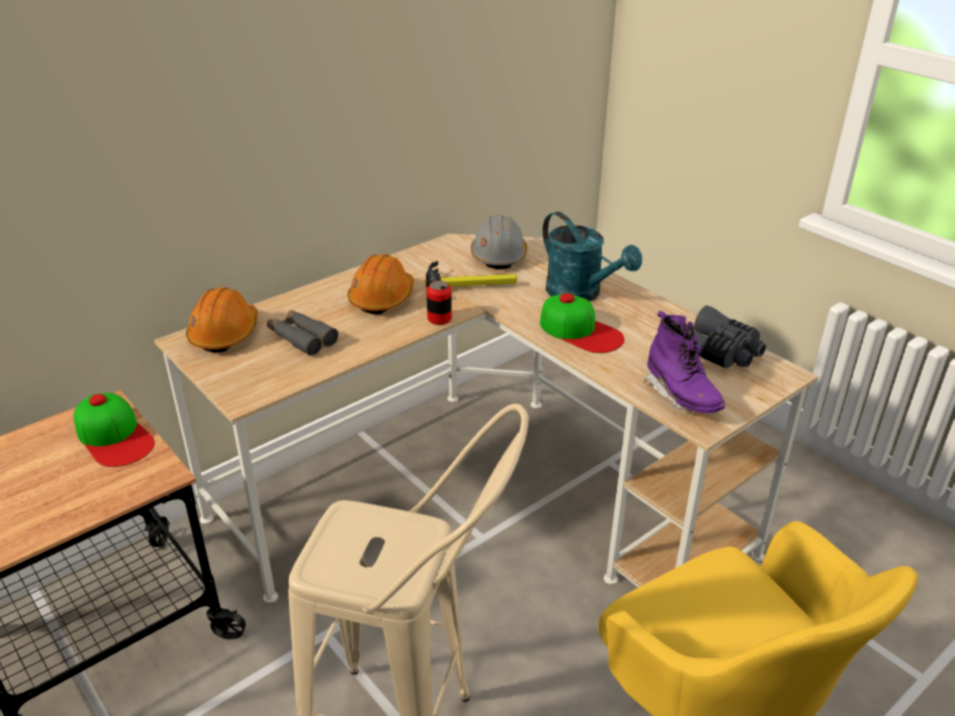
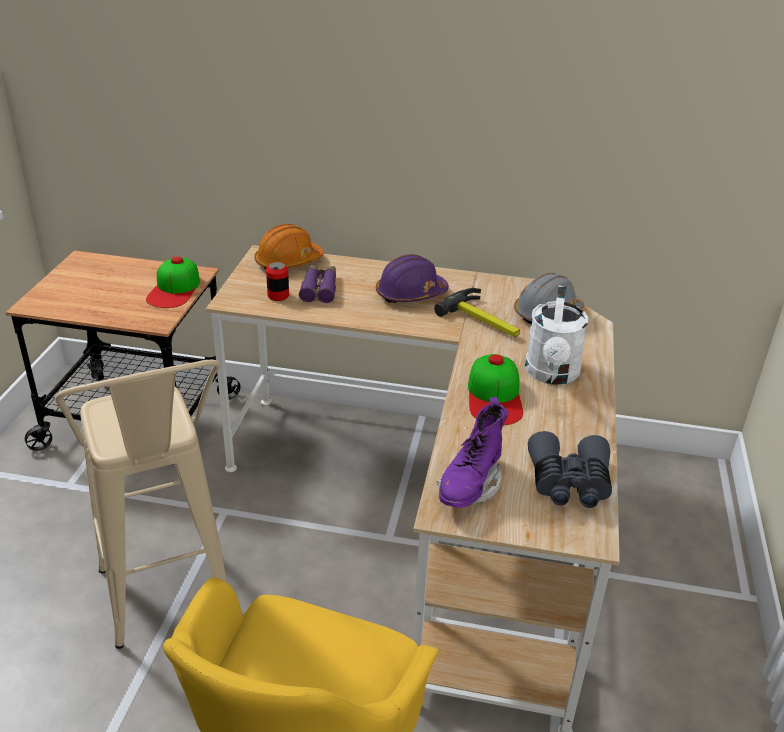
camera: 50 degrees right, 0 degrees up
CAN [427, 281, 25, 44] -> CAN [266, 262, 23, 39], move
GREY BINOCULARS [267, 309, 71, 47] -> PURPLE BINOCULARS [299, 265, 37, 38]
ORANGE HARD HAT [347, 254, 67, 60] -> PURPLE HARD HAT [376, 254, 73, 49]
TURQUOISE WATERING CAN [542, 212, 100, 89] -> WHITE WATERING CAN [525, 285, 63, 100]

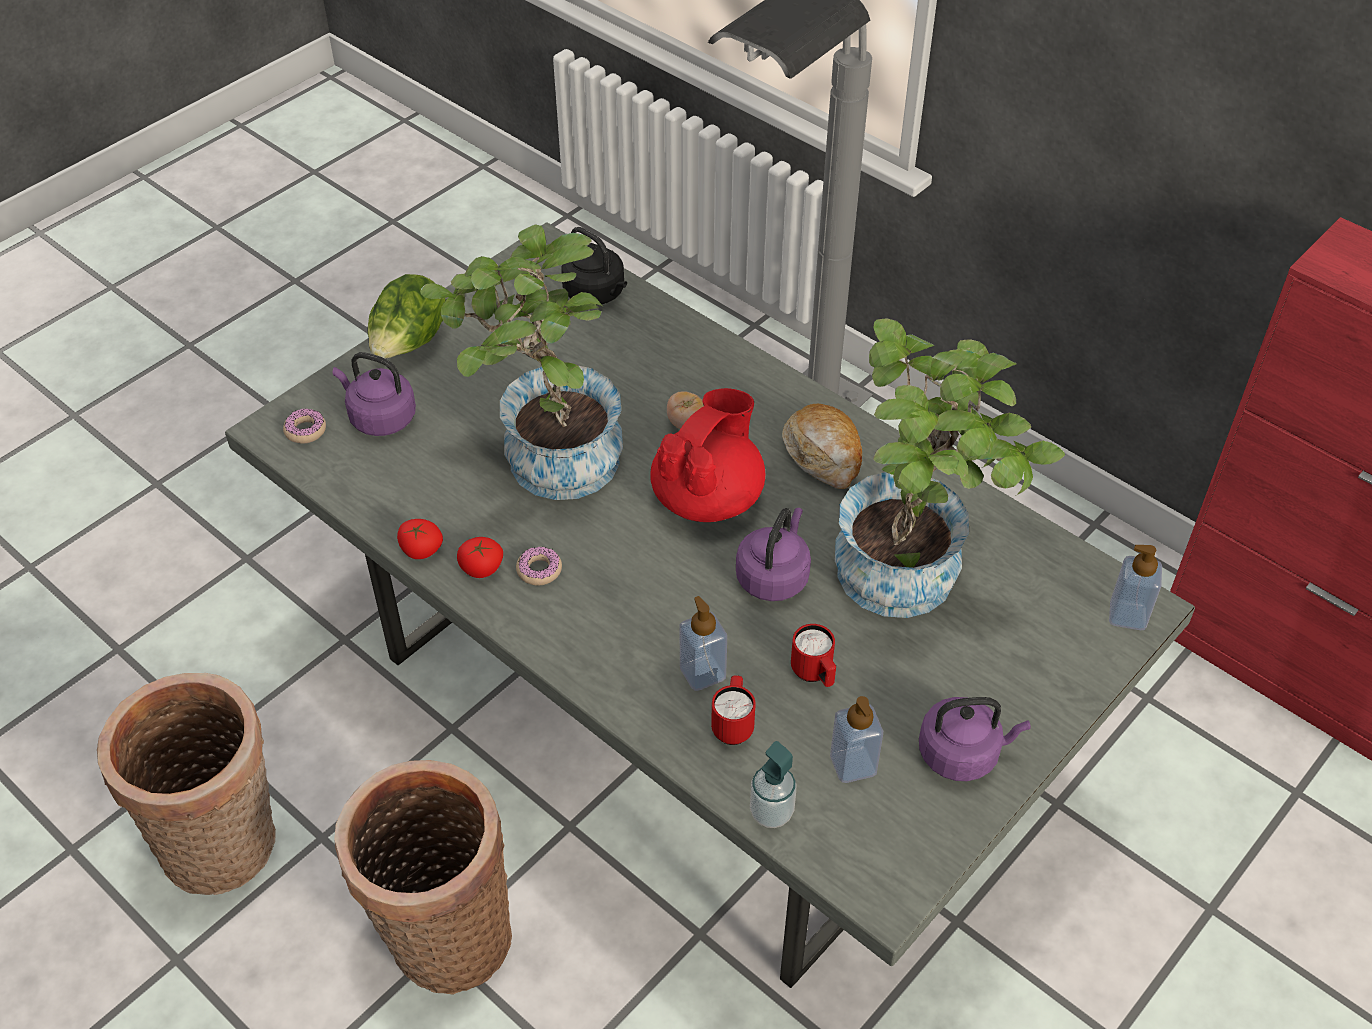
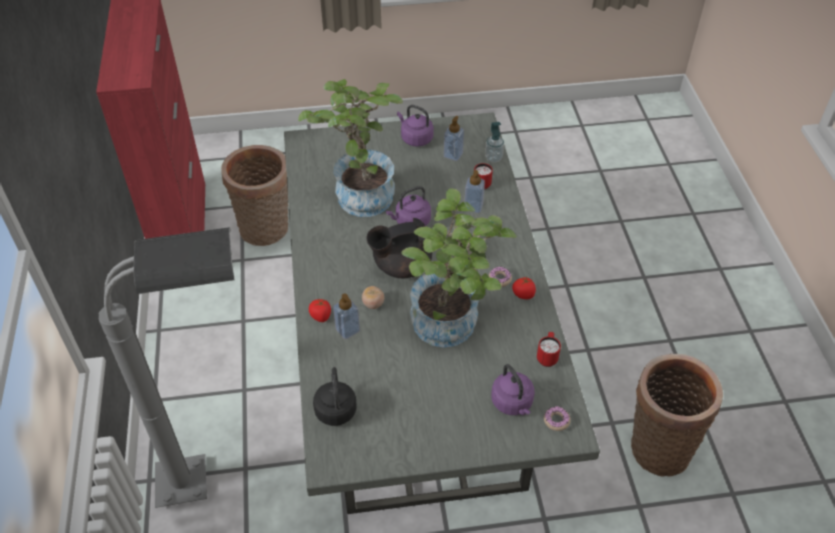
camera: 140 degrees left, 0 degrees up
BASKET [334, 760, 178, 235] -> BASKET [221, 145, 67, 101], move
TOMATO [397, 519, 46, 40] -> TOMATO [309, 299, 22, 23], move
SOAP DISPENSER [1109, 545, 53, 85] -> SOAP DISPENSER [333, 294, 27, 45], move
RED TEAPOT [650, 388, 115, 134] -> BLACK TEAPOT [366, 218, 66, 60]
RED MUG [791, 624, 45, 63] -> RED MUG [537, 332, 24, 35], move
LETTUCE [368, 274, 78, 85] -> none
BREAD [782, 404, 80, 85] -> none

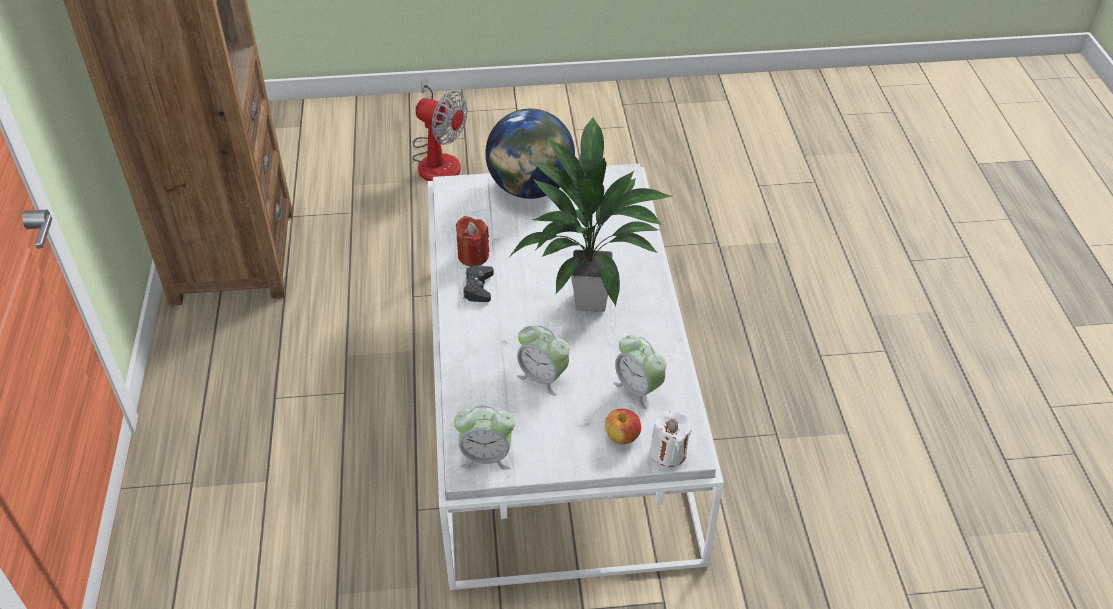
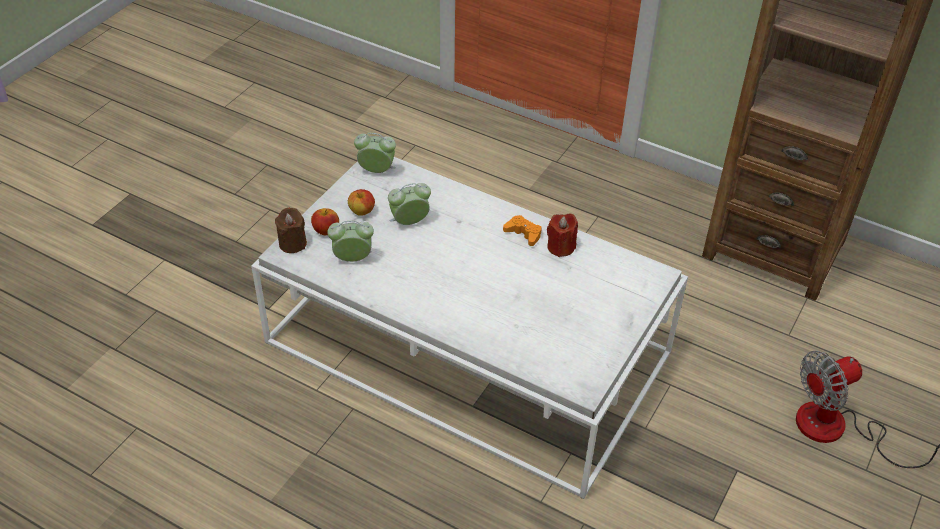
camera: 125 degrees right, 0 degrees up
WHITE CANDLE [650, 411, 42, 56] -> BROWN CANDLE [275, 208, 32, 45]
none -> APPLE [348, 189, 27, 27]
ALARM CLOCK [454, 406, 61, 64] -> ALARM CLOCK [354, 133, 42, 40], 60 degrees clockwise
BLACK GAME CONTROLLER [463, 265, 31, 37] -> ORANGE GAME CONTROLLER [503, 215, 39, 31]
GLOBE [485, 109, 90, 90] -> none
POTTED PLANT [508, 116, 164, 196] -> none

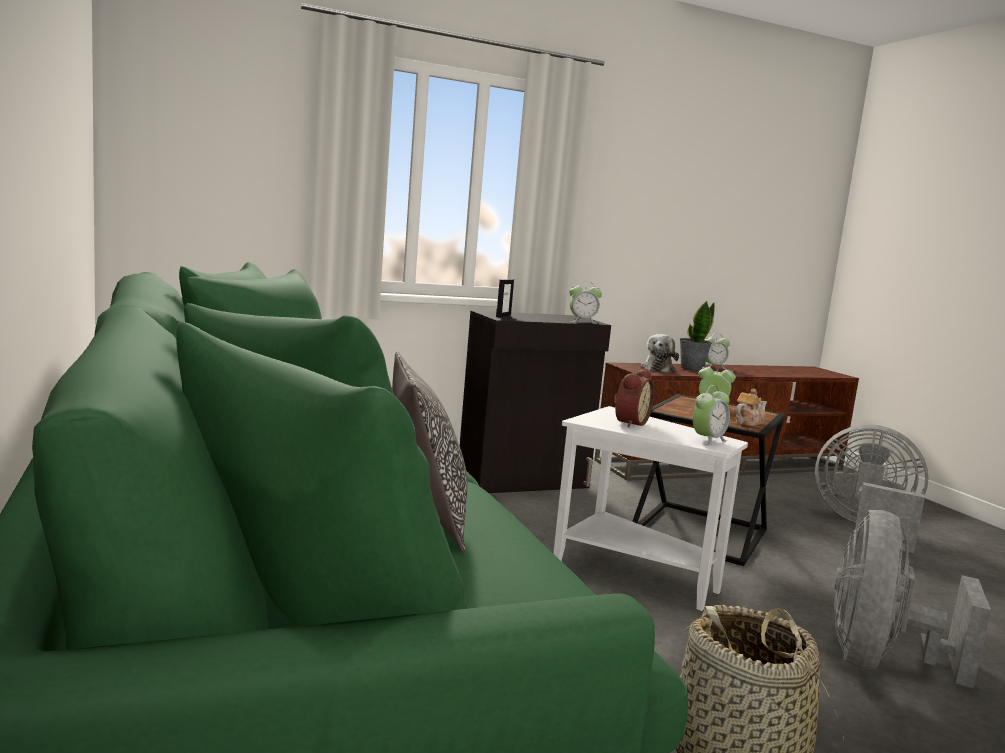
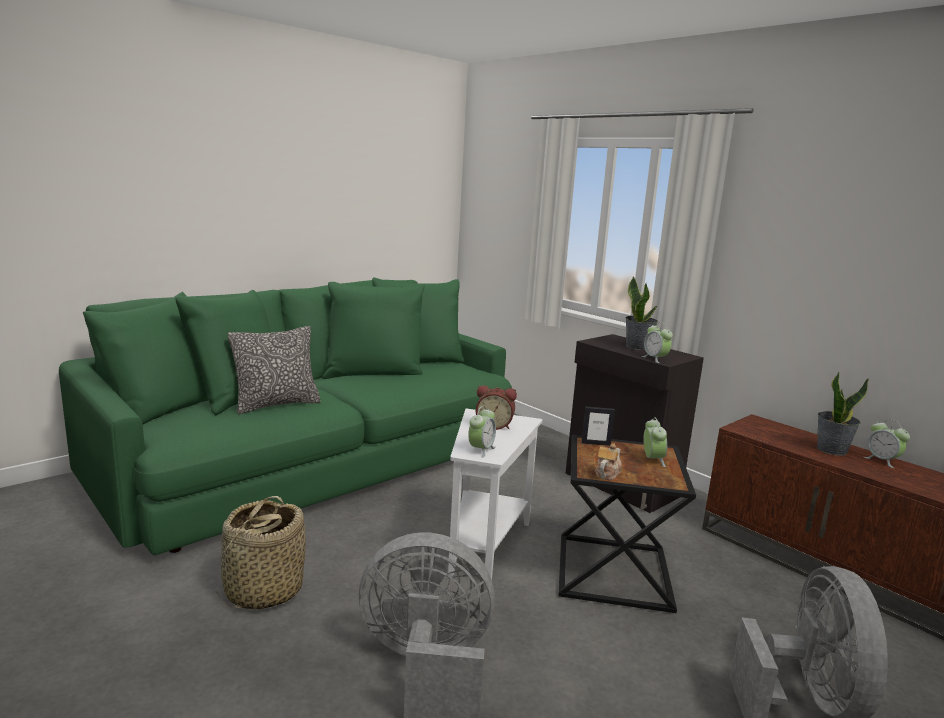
camera: 70 degrees right, 5 degrees up
ALARM CLOCK [693, 385, 37, 61] -> ALARM CLOCK [468, 406, 28, 52], 90 degrees counterclockwise
PICTURE FRAME [496, 279, 18, 39] -> PICTURE FRAME [582, 407, 33, 39], move
TEAPOT [736, 389, 31, 37] -> TEAPOT [595, 443, 27, 37], 90 degrees counterclockwise
none -> POTTED PLANT [625, 277, 33, 73]
PLUSH TOY [641, 334, 38, 39] -> none

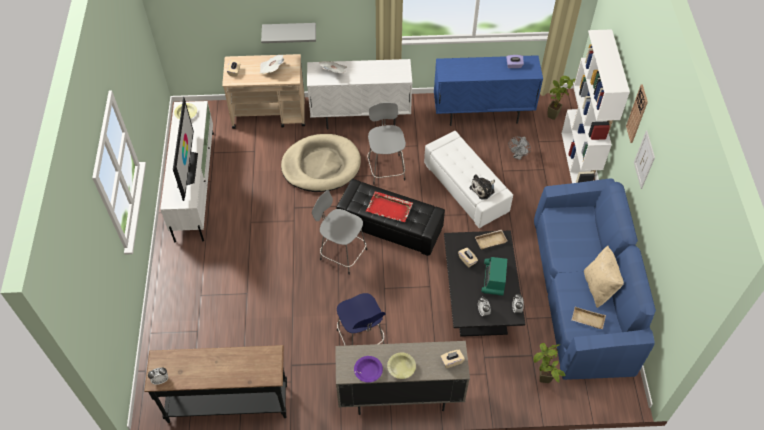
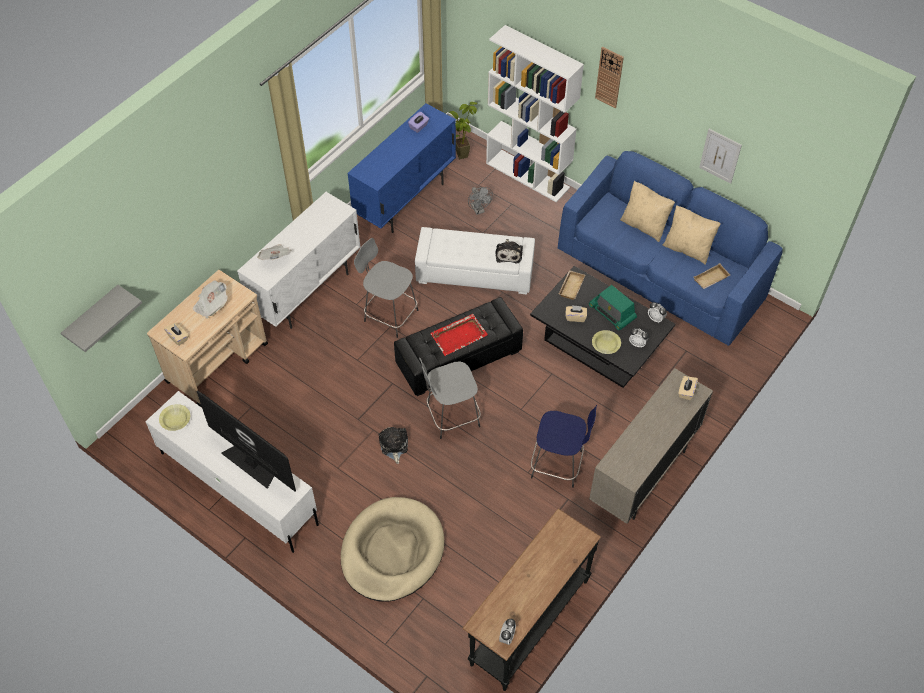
camera: 50 degrees left, 0 degrees up
GREY SHELF [261, 23, 55, 20] -> GREY SHELF [61, 285, 81, 67], move
BEIGE DOG BED [281, 134, 80, 58] -> BEIGE DOG BED [341, 497, 103, 105], move
none -> PLUSH TOY [378, 427, 30, 37]
YELLOW BOWL [387, 353, 29, 26] -> YELLOW BOWL [592, 330, 29, 24], move
none -> BEIGE PILLOW [620, 181, 55, 61]
PICTURE [634, 130, 21, 59] -> PICTURE [699, 129, 43, 55], move
PURPLE BOWL [354, 356, 29, 26] -> none
POTTED PLANT [533, 343, 32, 40] -> none

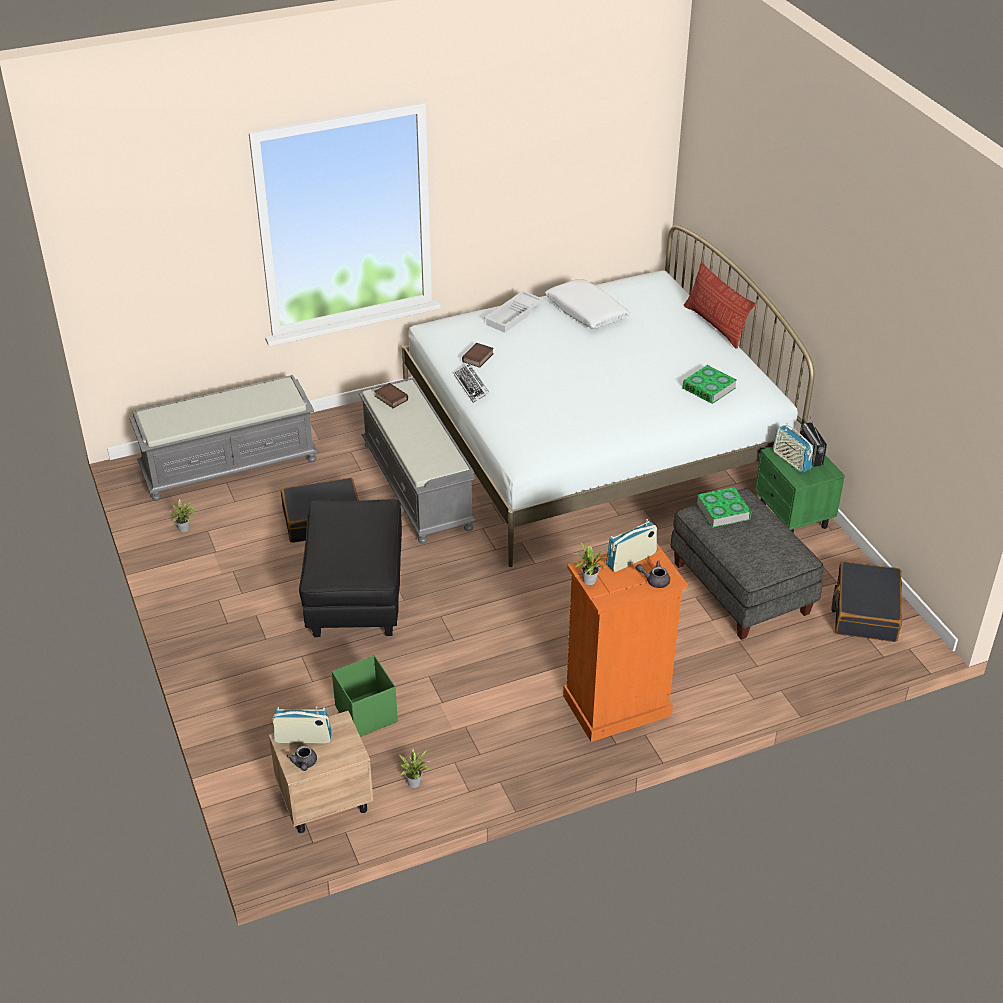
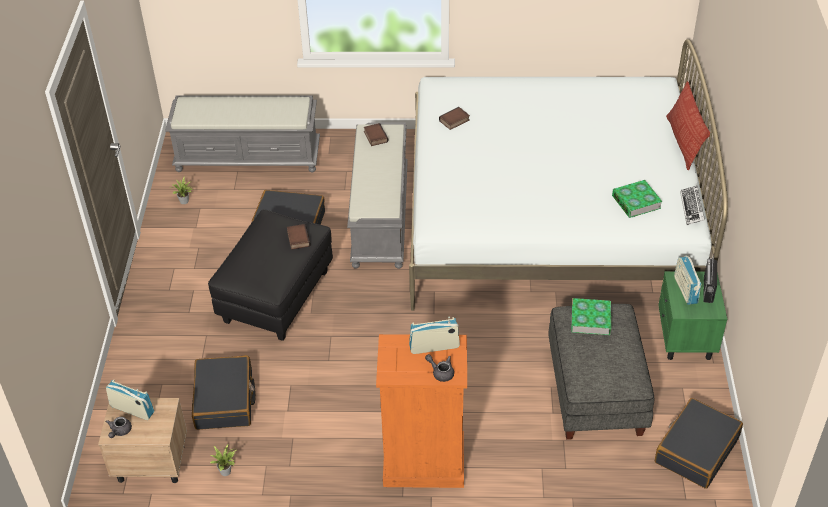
camera: 25 degrees right, 5 degrees up
GREEN STORAGE BOX [332, 655, 66, 82] -> BLACK SUITCASE [192, 355, 64, 75]
none -> BOOK [287, 224, 24, 26]
KEYBOARD [454, 364, 35, 39] -> KEYBOARD [680, 186, 25, 39], move
WHITE TRAY [484, 291, 59, 42] -> none
WHITE PILLOW [545, 279, 85, 50] -> none
POTTED PLANT [572, 542, 35, 43] -> none

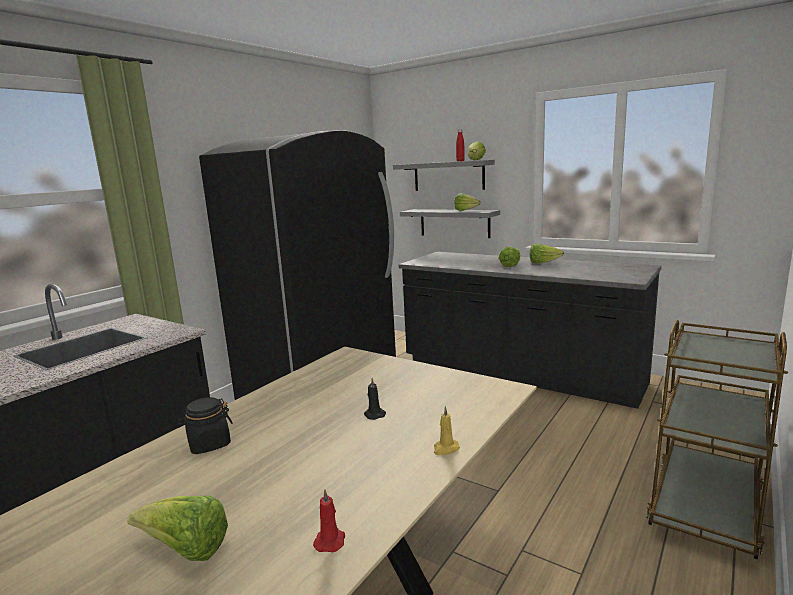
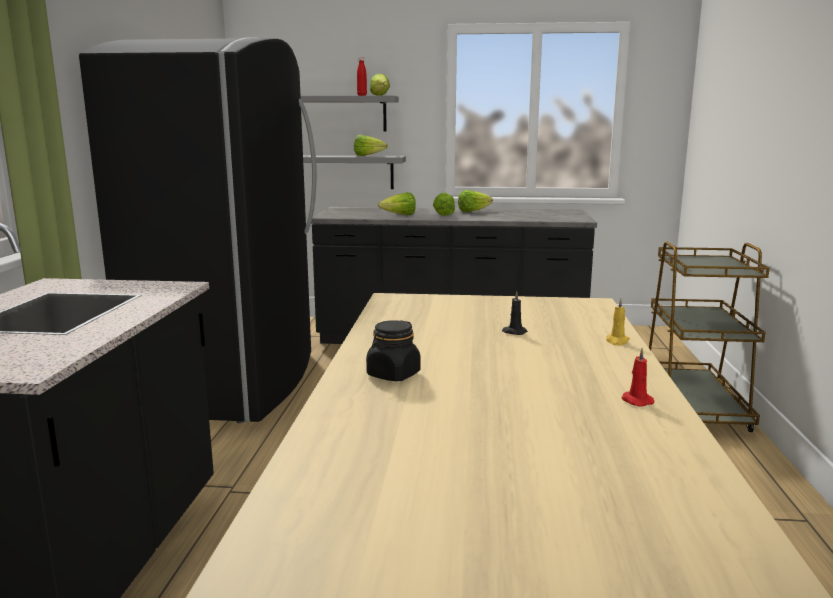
camera: 30 degrees left, 0 degrees up
LETTUCE [127, 496, 101, 65] -> LETTUCE [378, 192, 38, 23], move

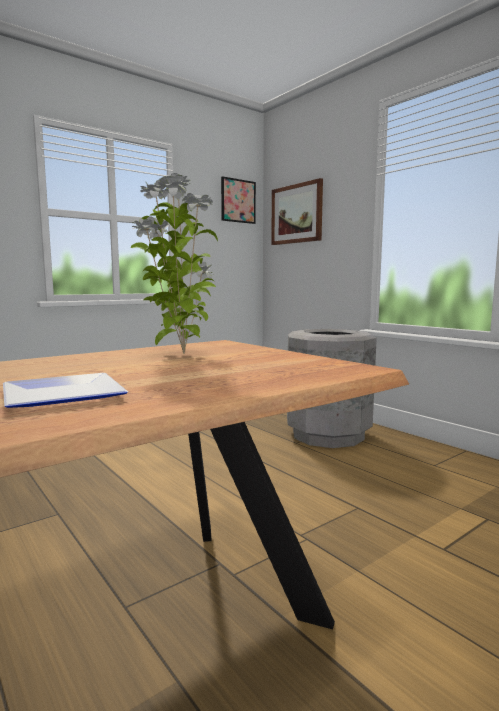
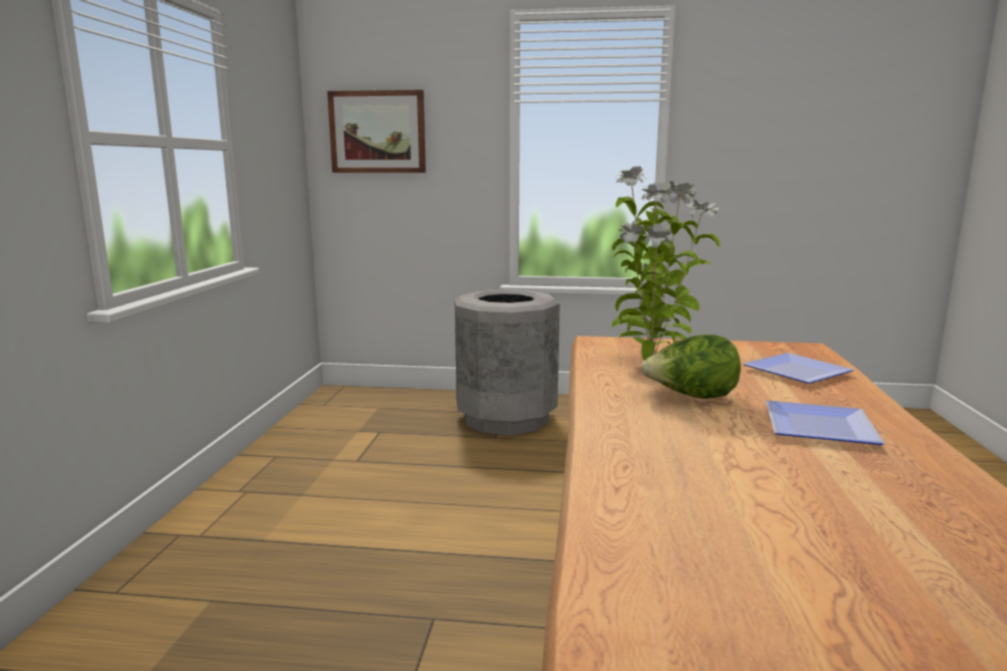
camera: 45 degrees left, 5 degrees up
none -> LETTUCE [641, 334, 100, 65]
none -> PLATE [743, 353, 111, 31]
PICTURE [221, 176, 35, 48] -> none

